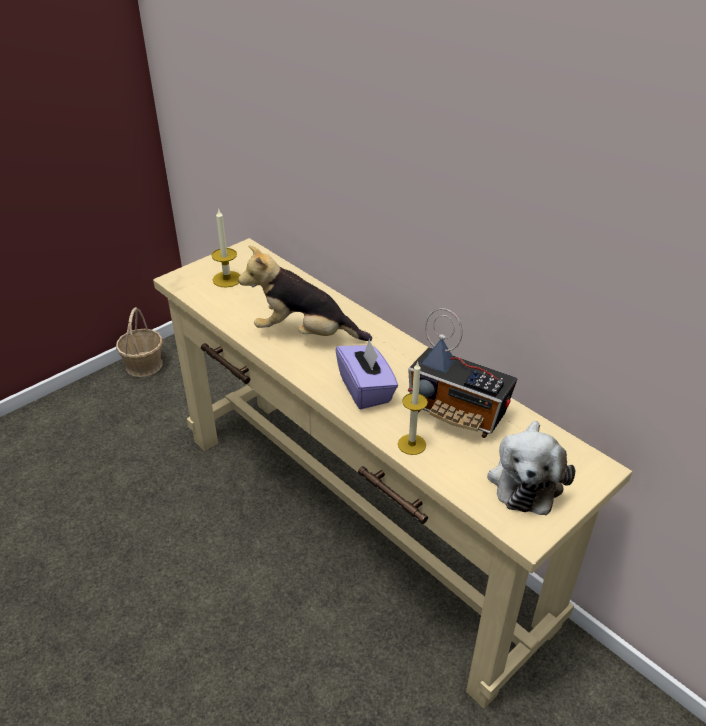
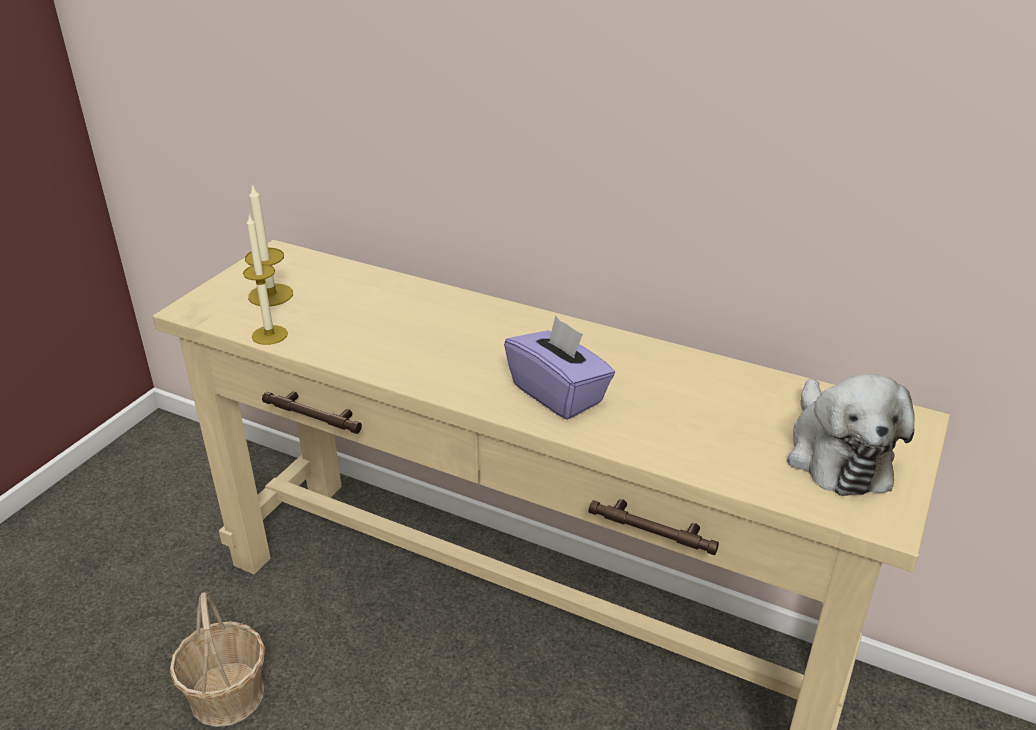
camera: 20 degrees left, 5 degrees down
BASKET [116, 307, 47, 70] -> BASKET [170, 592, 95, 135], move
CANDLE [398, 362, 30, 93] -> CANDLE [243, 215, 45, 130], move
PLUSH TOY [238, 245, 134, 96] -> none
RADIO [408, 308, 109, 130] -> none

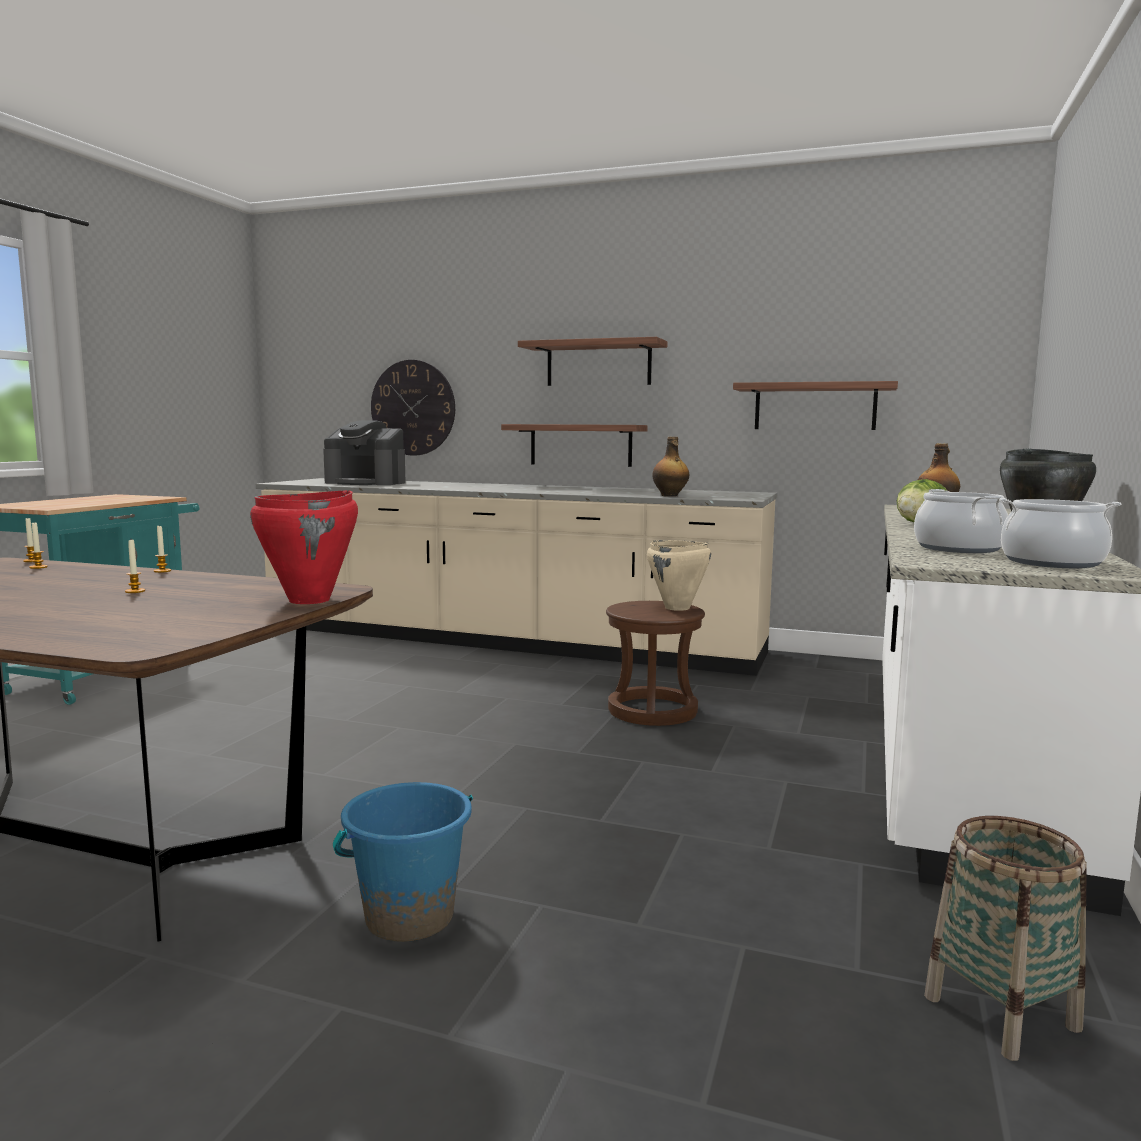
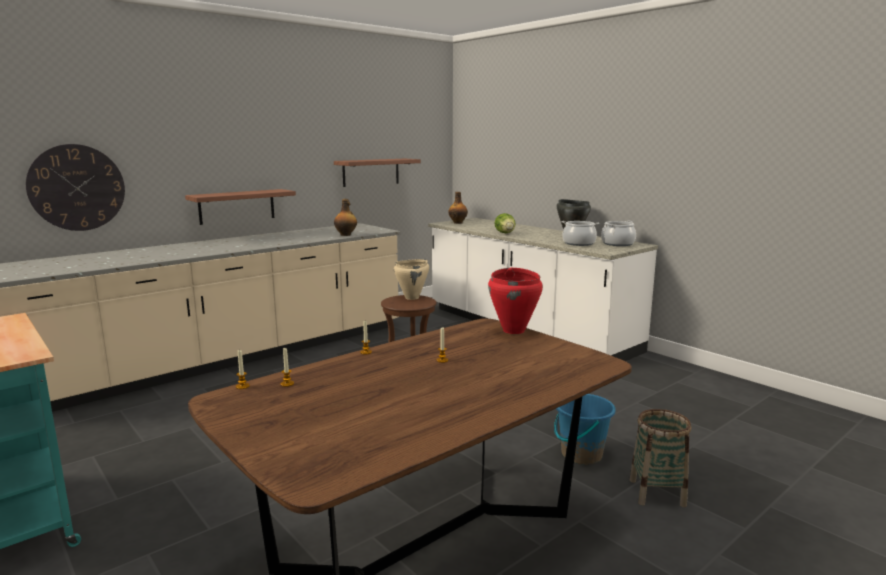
camera: 60 degrees left, 5 degrees up
BASKET [924, 816, 163, 245] -> BASKET [630, 409, 61, 98], move
COFFEE MACHINE [323, 420, 83, 65] -> none
SHELF [518, 337, 149, 49] -> none

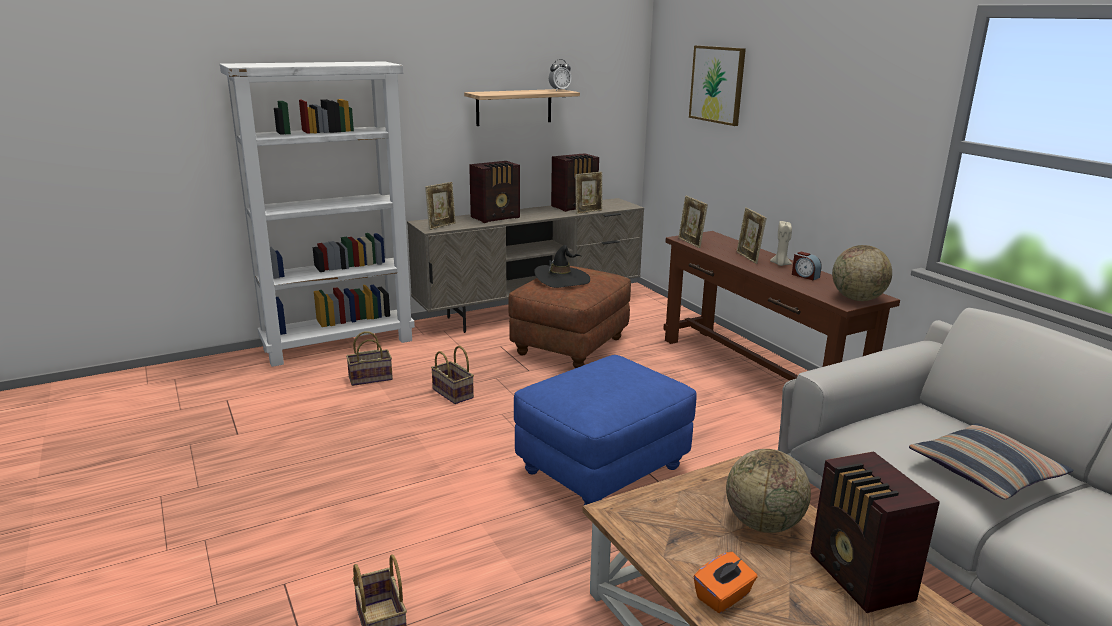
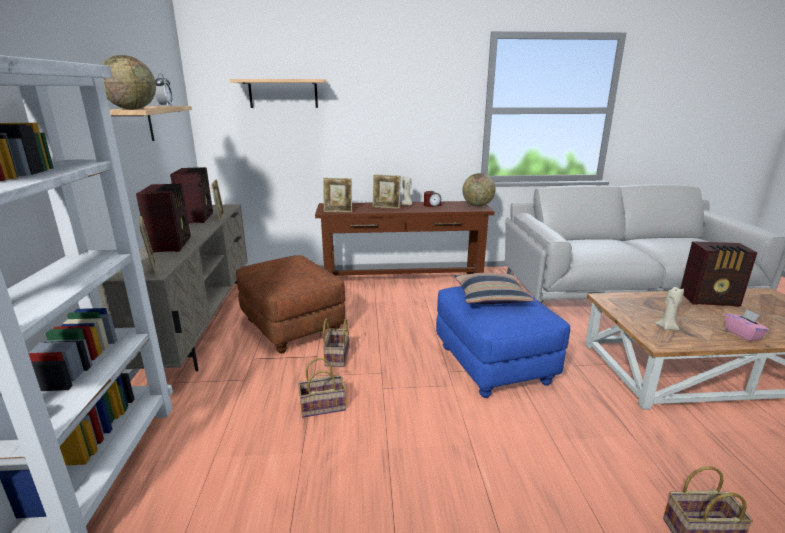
camera: 65 degrees left, 0 degrees up
GLOBE [726, 449, 85, 84] -> GLOBE [101, 55, 55, 54], move
PICTURE [689, 45, 57, 81] -> SHELF [230, 79, 97, 29]
BASKET [346, 332, 47, 54] -> BASKET [323, 318, 26, 49], move
PILLOW [909, 423, 165, 76] -> PILLOW [454, 273, 80, 31], move
none -> BEIGE CANDLE [655, 287, 29, 43]
ORANGE TISSUE BOX [694, 552, 64, 61] -> PINK TISSUE BOX [725, 309, 44, 33]
BLACK HAT [534, 245, 56, 43] -> none

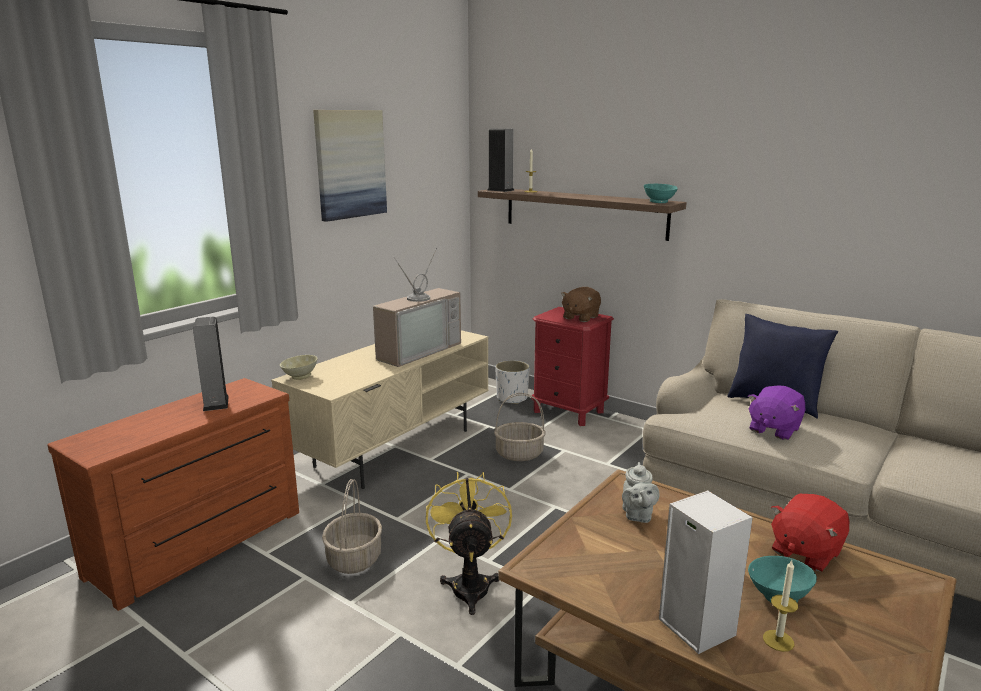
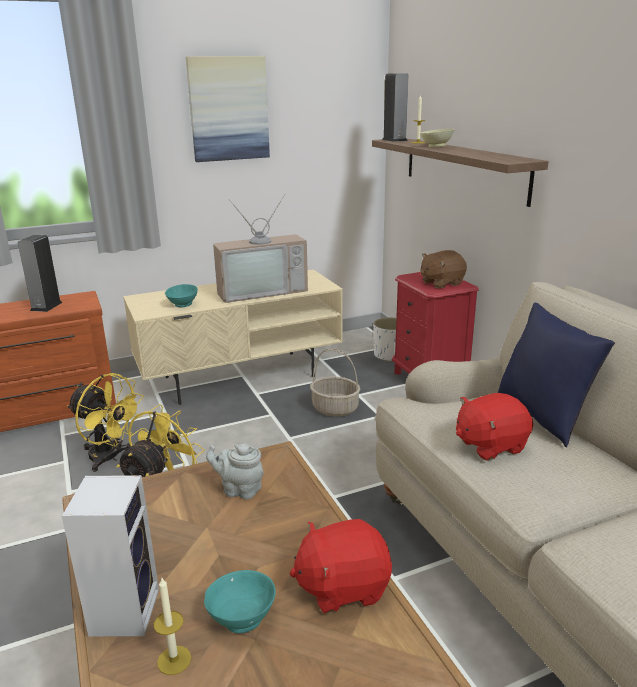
camera: 30 degrees right, 5 degrees up
BASKET [322, 479, 60, 95] -> YELLOW FAN [67, 373, 77, 99]
TURQUOISE BOWL [644, 184, 34, 19] -> TURQUOISE BOWL [165, 284, 33, 24], move
GREY TEAPOT [622, 462, 38, 61] -> GREY TEAPOT [206, 443, 58, 57], 75 degrees clockwise
BEIGE BOWL [280, 355, 38, 25] -> BEIGE BOWL [420, 129, 35, 19], move
PURPLE PLUSH TOY [748, 385, 58, 55] -> RED PLUSH TOY [456, 393, 77, 68]

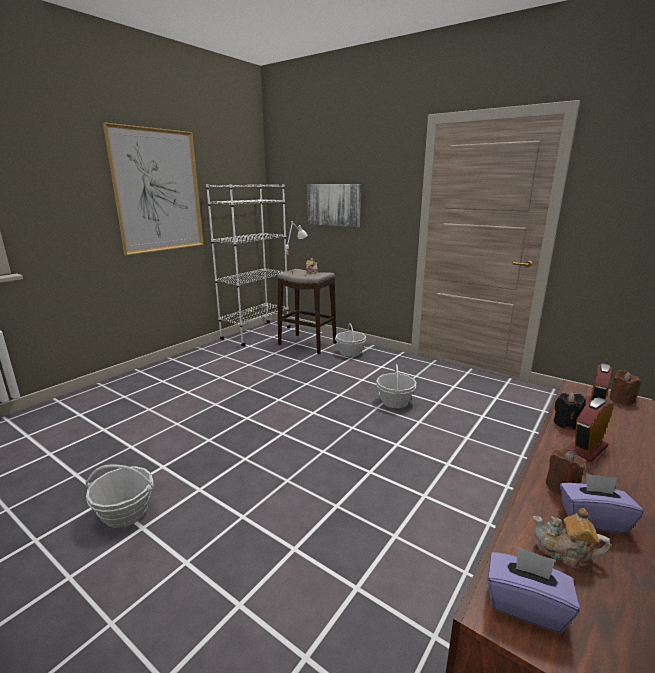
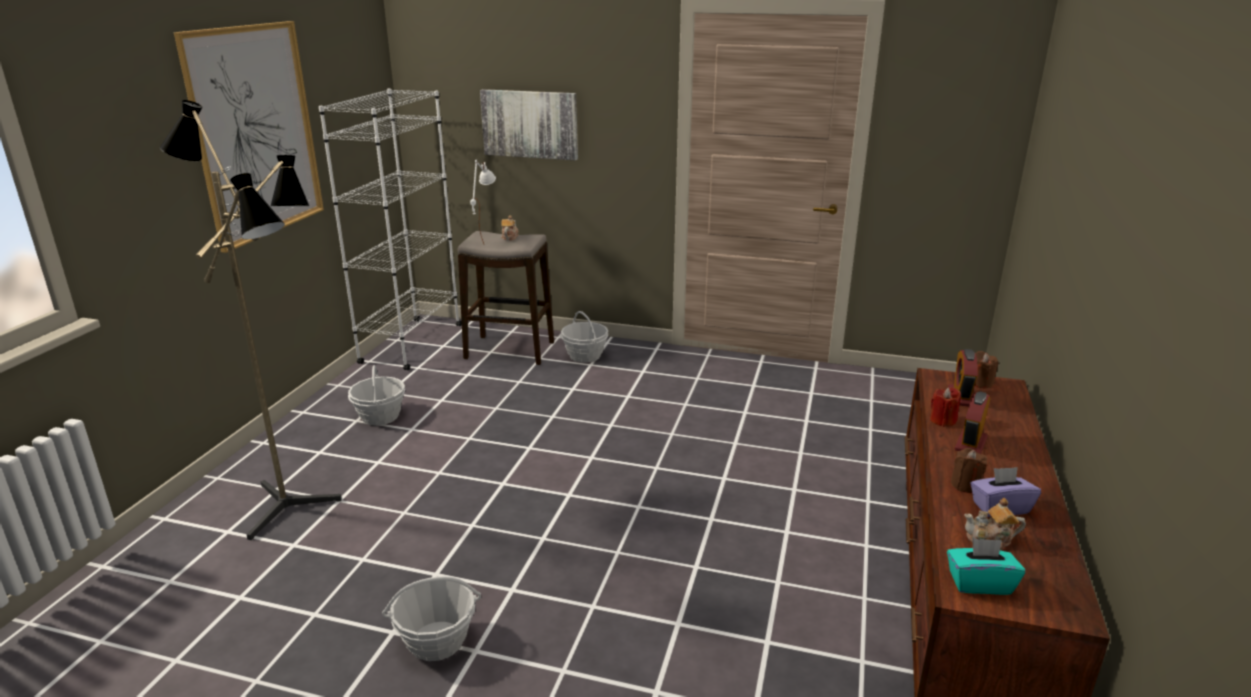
camera: 20 degrees left, 5 degrees up
none -> FLOOR LAMP [160, 100, 182, 440]
BASKET [376, 364, 41, 44] -> BASKET [348, 365, 57, 61], move
BLACK CANDLE [554, 393, 32, 37] -> RED CANDLE [930, 387, 31, 40]
PURPLE TISSUE BOX [487, 546, 93, 87] -> TURQUOISE TISSUE BOX [947, 538, 78, 57]

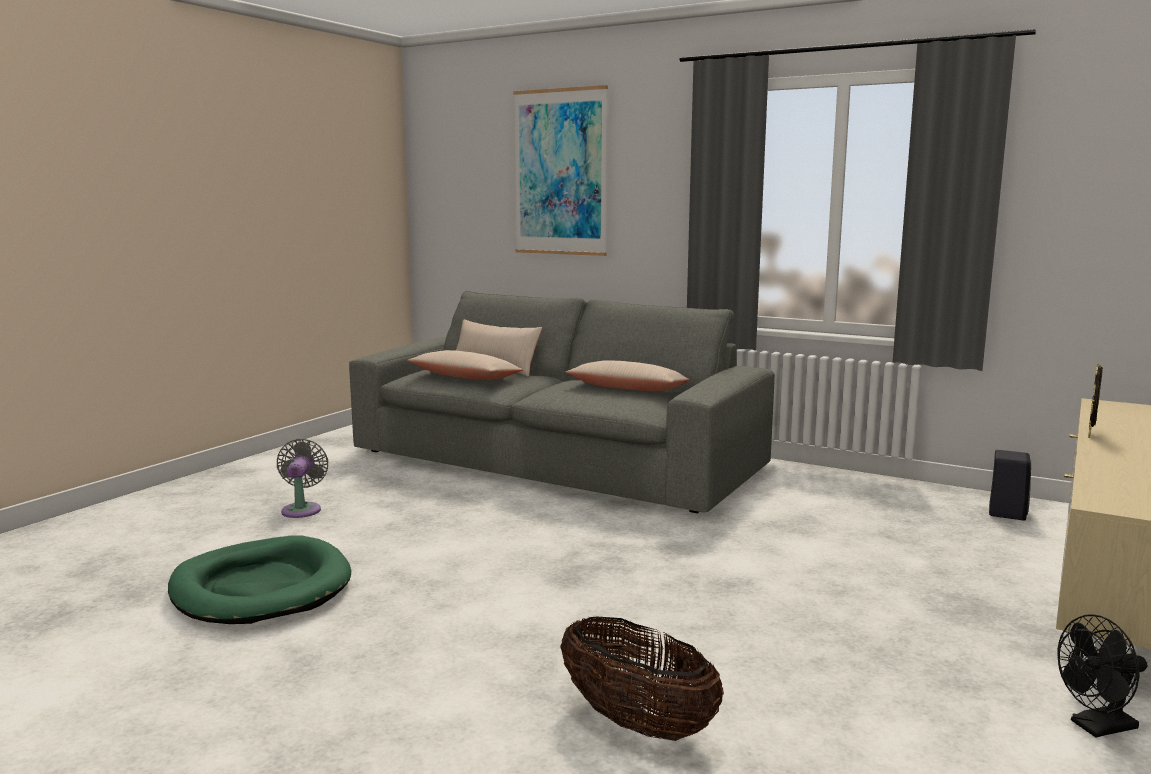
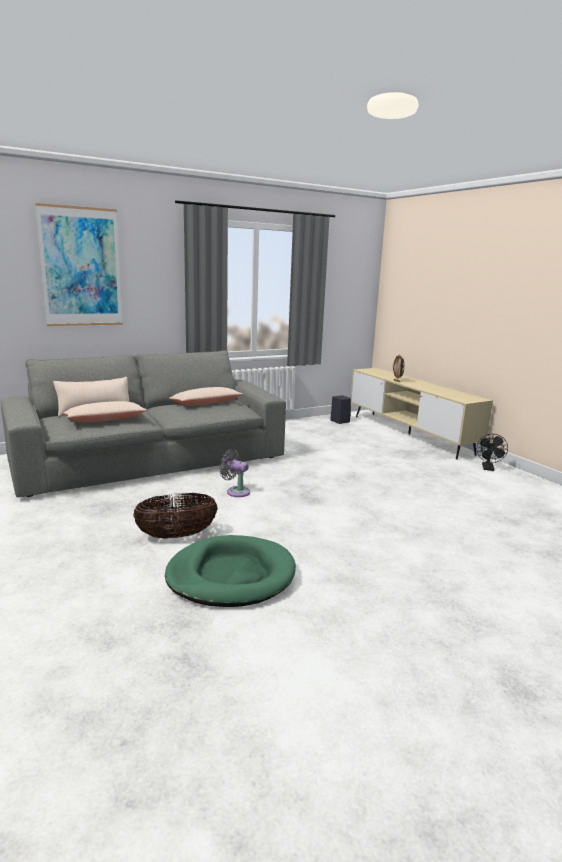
camera: 60 degrees left, 5 degrees up
BASKET [560, 616, 164, 125] -> BASKET [133, 493, 85, 46], move
GREY FAN [277, 439, 51, 79] -> GREY FAN [219, 449, 31, 48], move

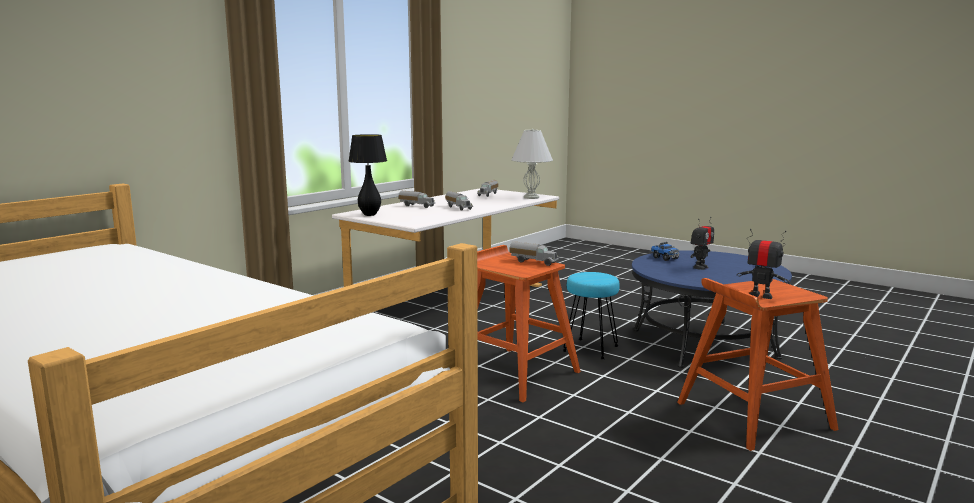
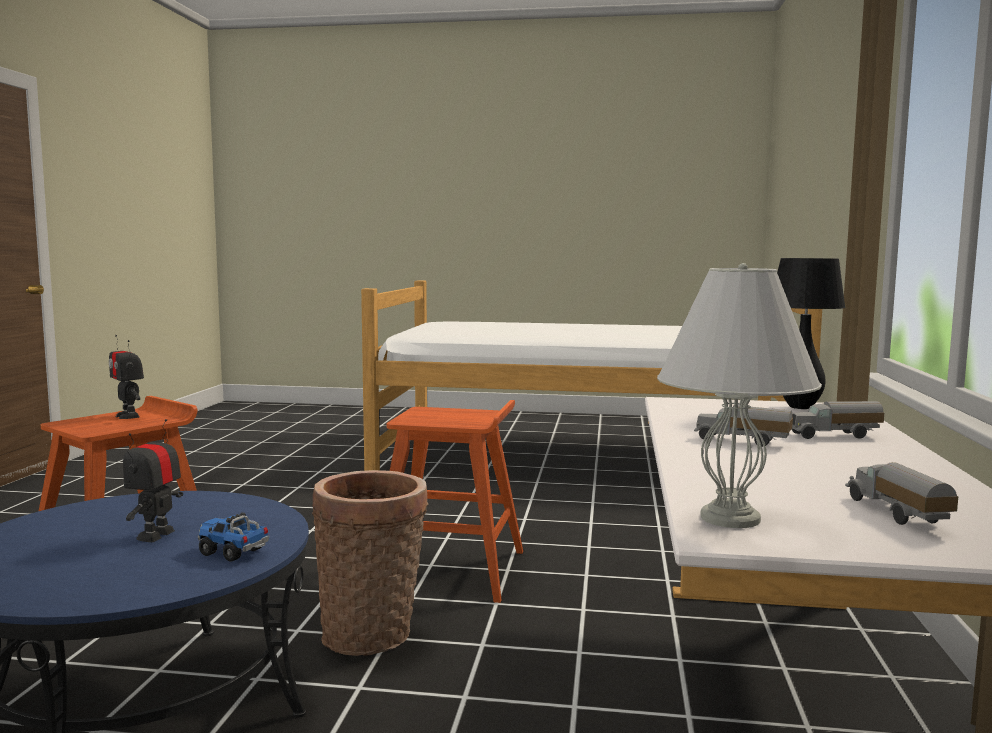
camera: 150 degrees right, 5 degrees down
TOY ROBOT [737, 229, 52, 70] -> TOY ROBOT [109, 335, 35, 84], 45 degrees clockwise
TURQUOISE STOOL [563, 272, 57, 87] -> BASKET [312, 470, 117, 186]
TOY TRUCK [510, 241, 49, 25] -> none

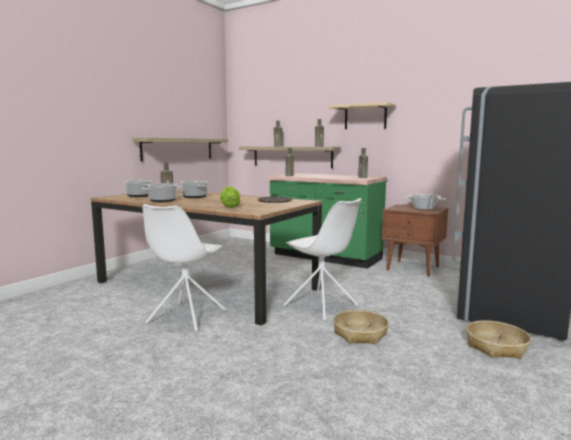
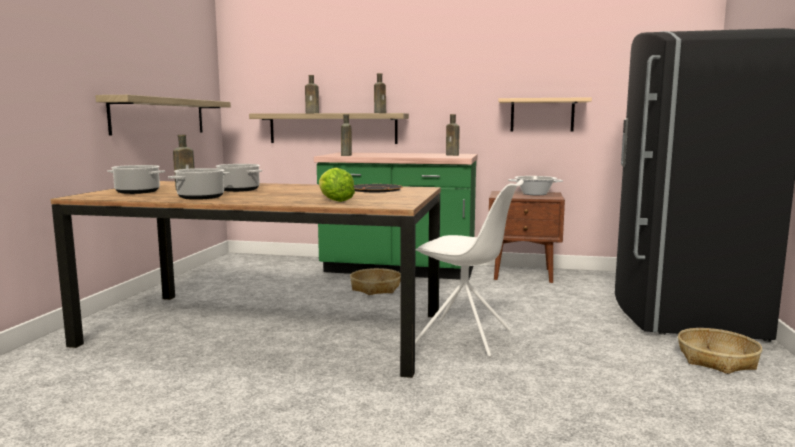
camera: 20 degrees left, 0 degrees up
BASKET [333, 310, 56, 34] -> BASKET [350, 268, 50, 27], move
BEIGE SHELF [328, 102, 68, 27] -> BEIGE SHELF [498, 97, 94, 35], move
WHITE CHAIR [142, 204, 84, 128] -> none

